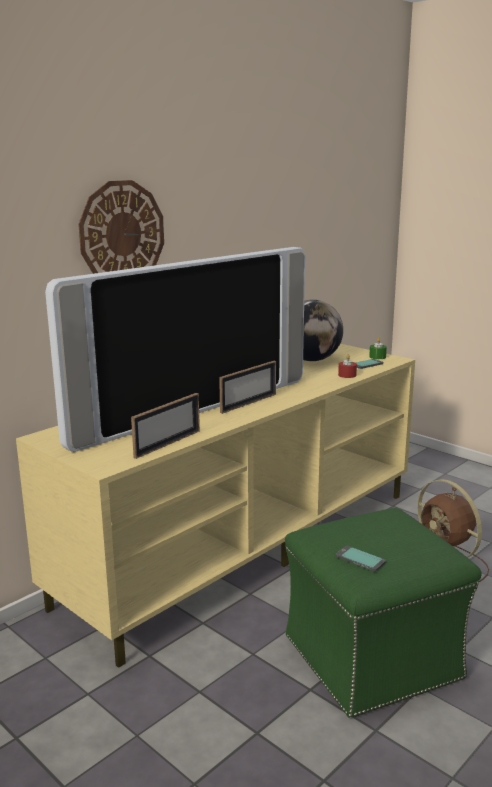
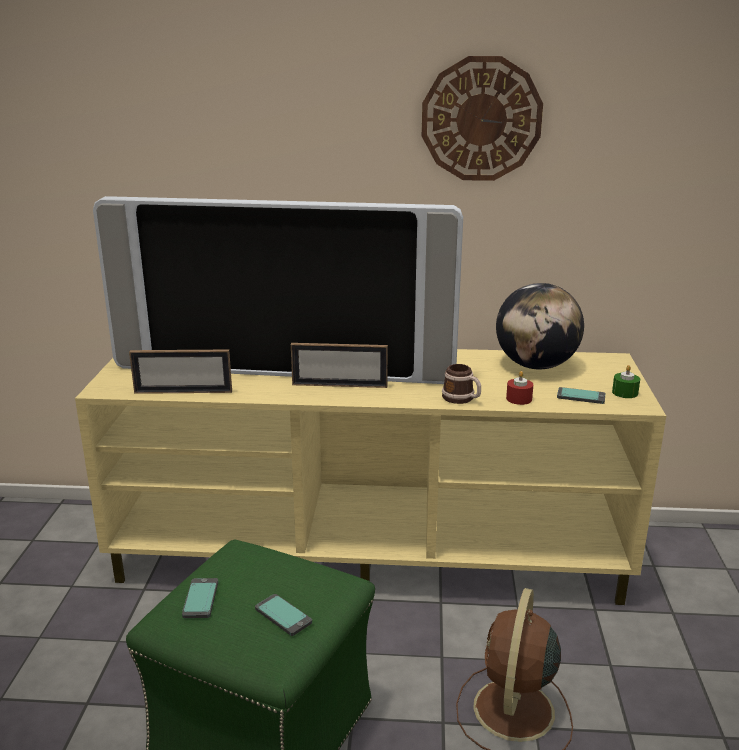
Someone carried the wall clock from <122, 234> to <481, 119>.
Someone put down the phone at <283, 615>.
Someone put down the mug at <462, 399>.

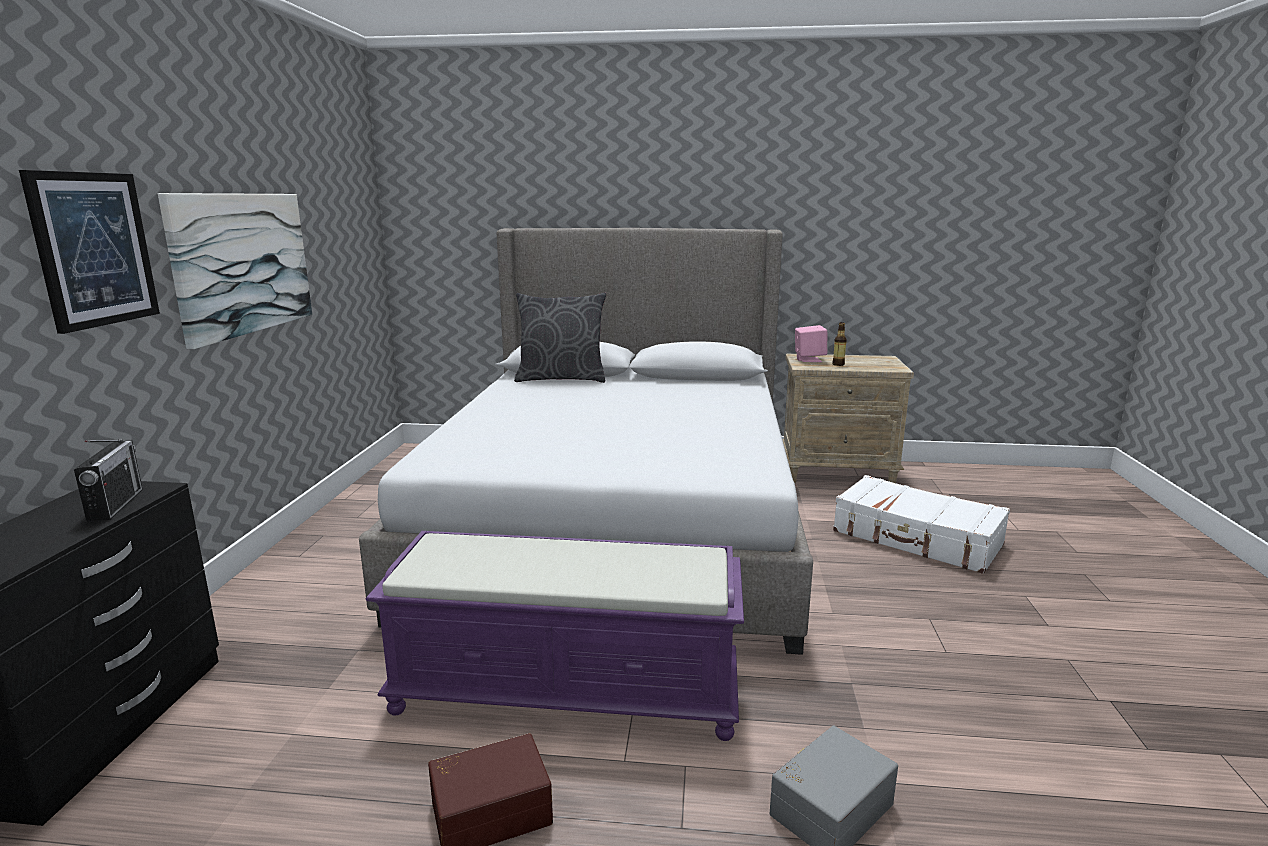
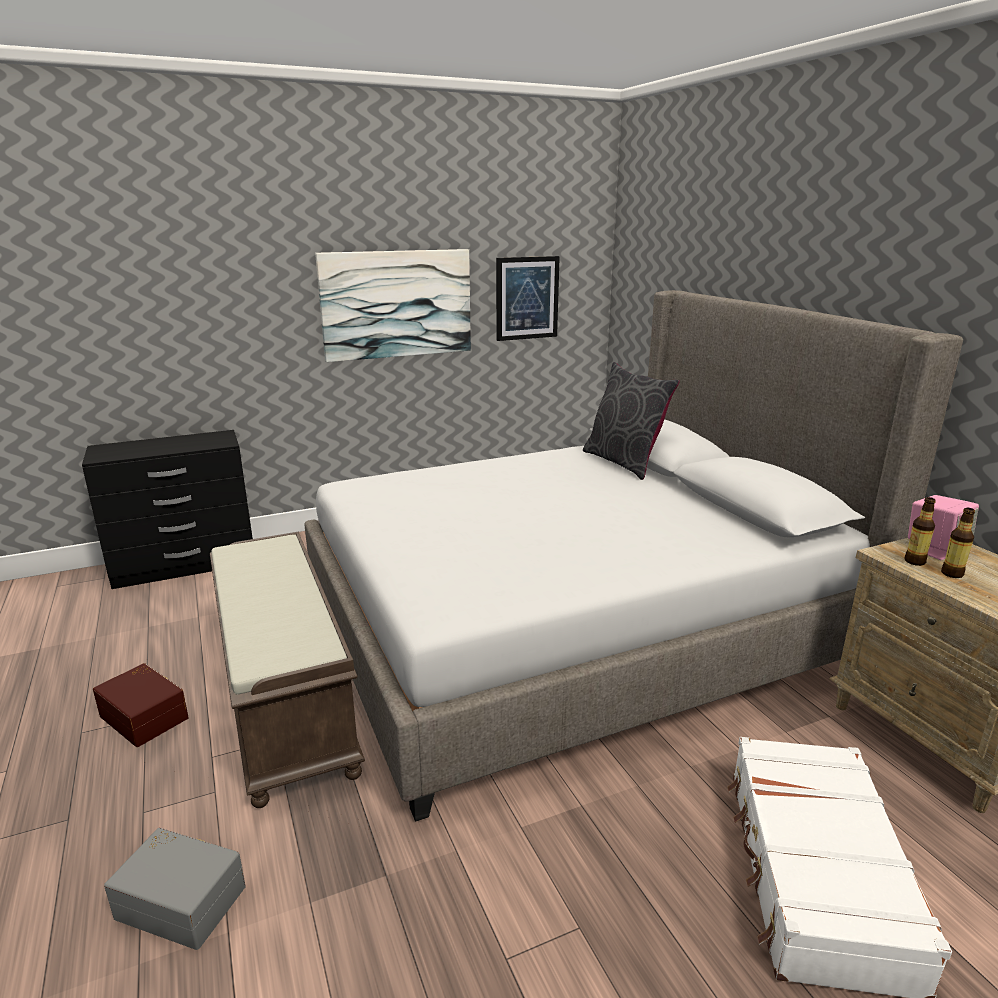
Someone carried the picture from <93, 249> to <527, 298>.
Someone took away the radio at <116, 505>.
Someone repainted the purple bench at <569, 690>, which became the brown bench at <287, 699>.
Someone put down the bottle at <914, 561>.

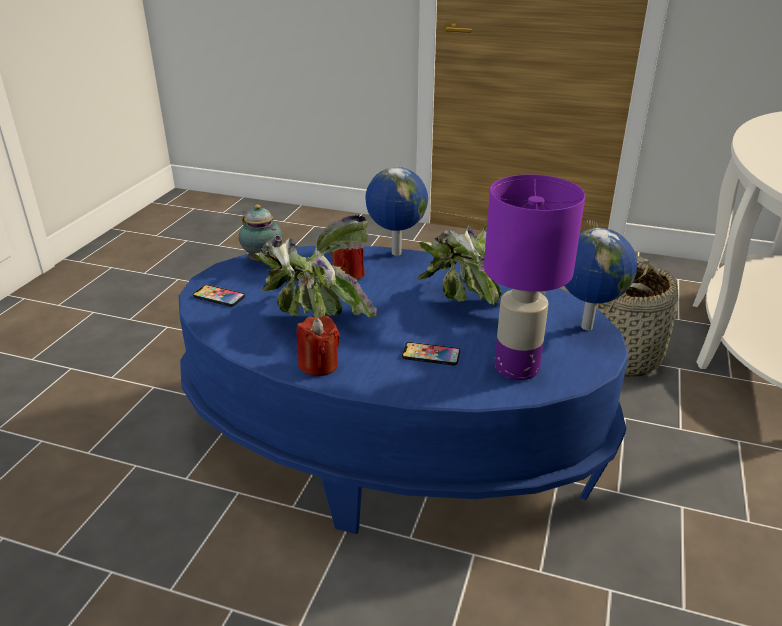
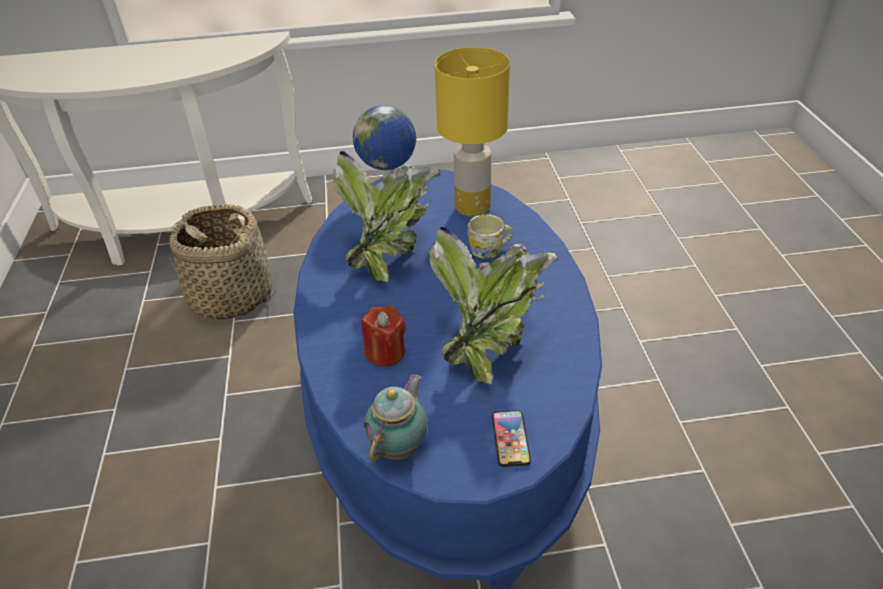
Someone took away the red candle at <319, 365>.
Someone took away the globe at <395, 253>.
Someone swapped the phone at <431, 355> for the mug at <490, 249>.
Someone repainted the purple table lamp at <517, 367>, which became the yellow table lamp at <471, 206>.

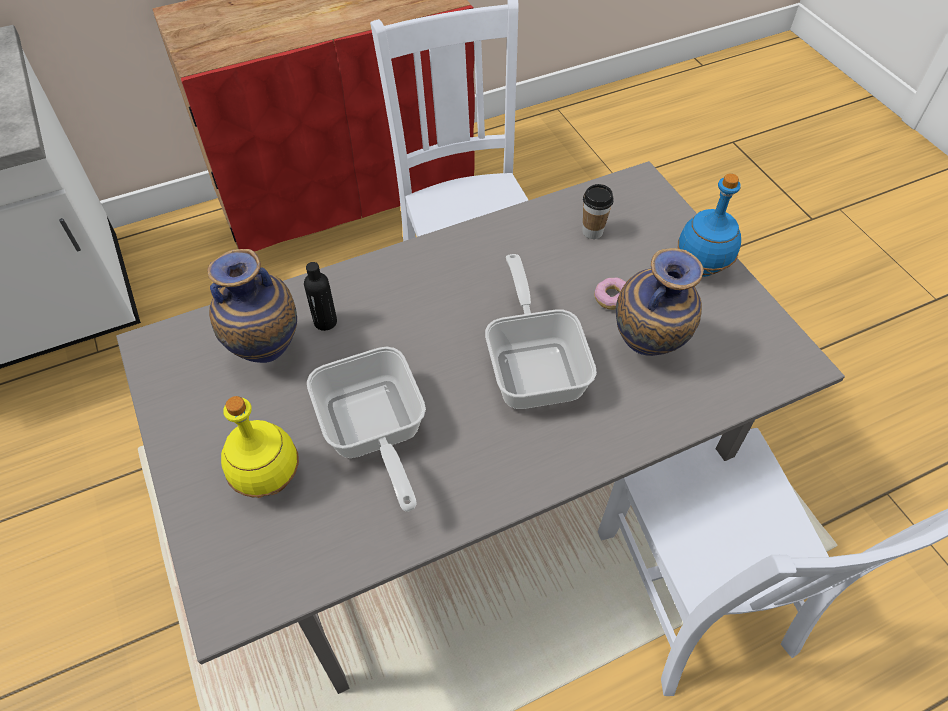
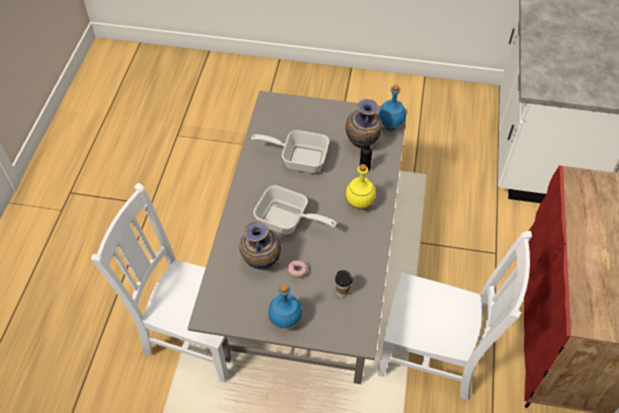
Someone carried the yellow bottle from <267, 479> to <359, 204>.
Someone put down the blue bottle at <391, 126>.

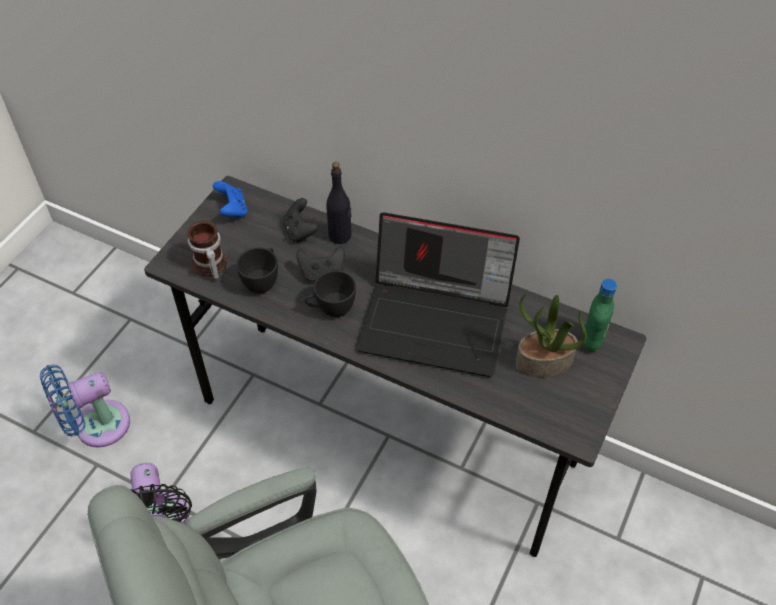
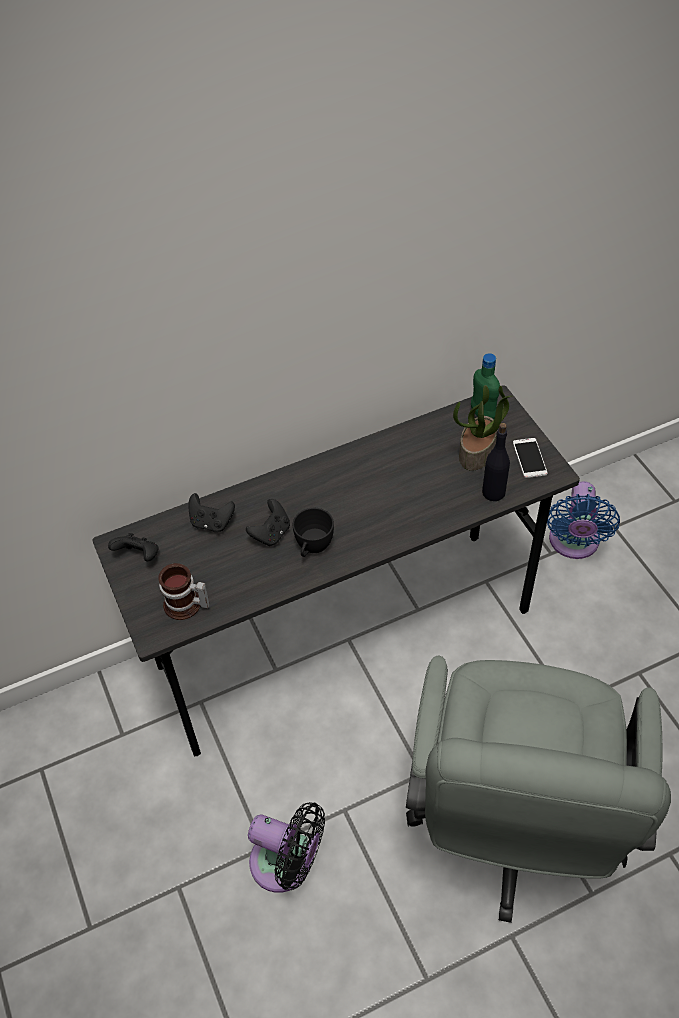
Someone carried the blue fan from <96, 426> to <573, 543>.
Someone repainted the blue game controller at <232, 210>, which became the black game controller at <139, 556>.
Someone took away the black cup at <263, 281>.
Someone carried the black bottle from <340, 236> to <494, 492>.
Someone took away the laptop at <437, 321>.
Someone put down the phone at <529, 458>.

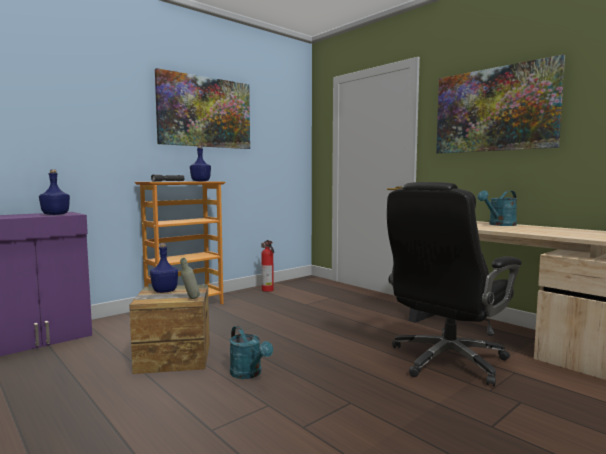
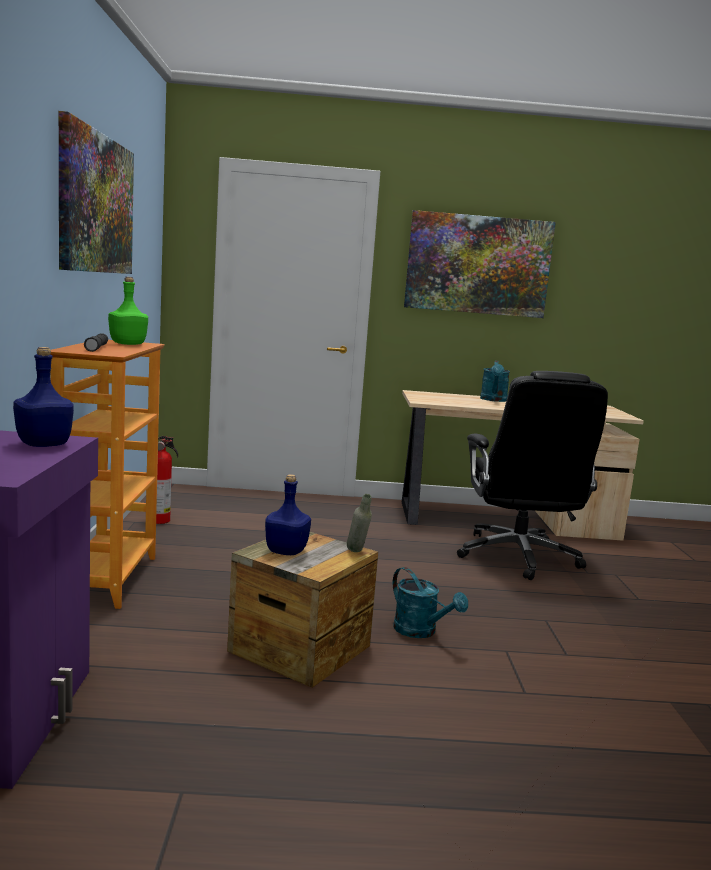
Someone repainted the blue bottle at <200, 181>, which became the green bottle at <127, 344>.
Someone rotated the turquoise watering can at <249, 374> by 45 degrees clockwise.

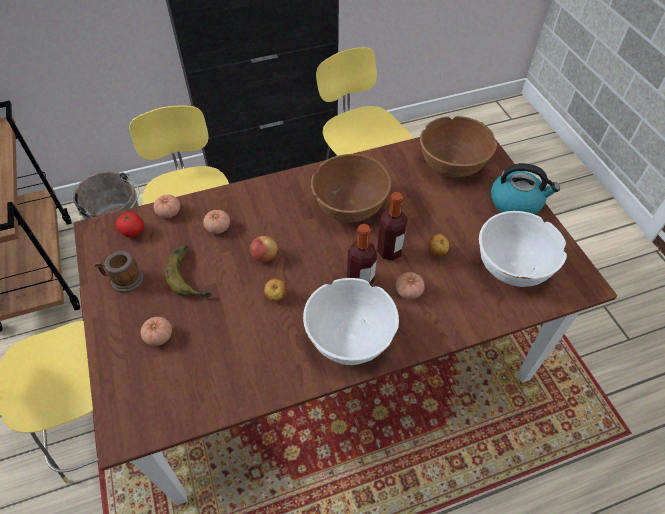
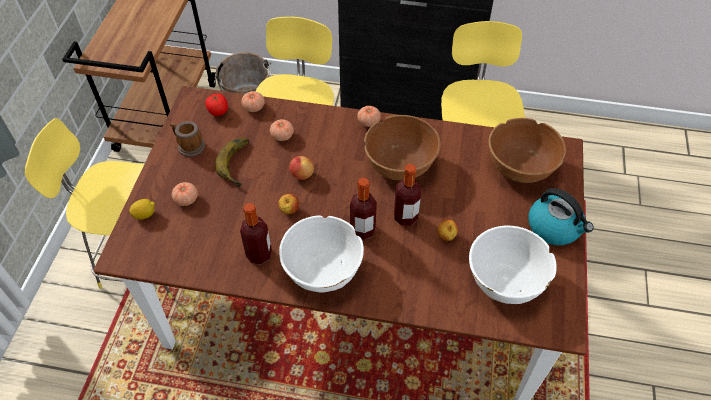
Someone carried the tomato from <408, 291> to <368, 122>.
Someone put down the lemon at <145, 214>.
Someone put down the bottle at <259, 254>.

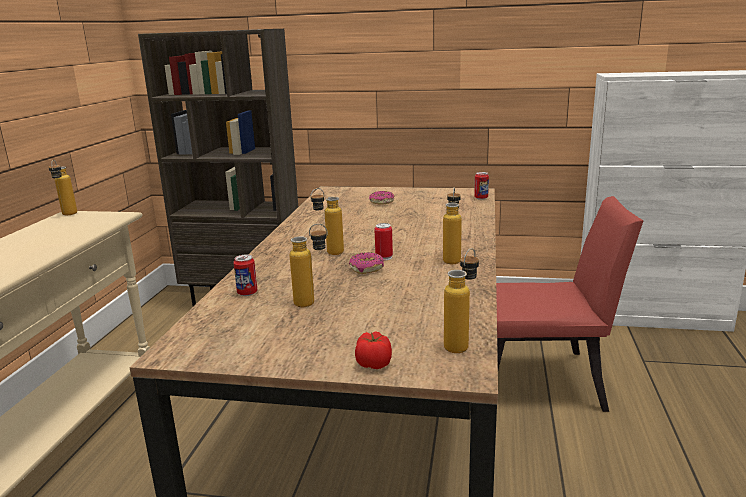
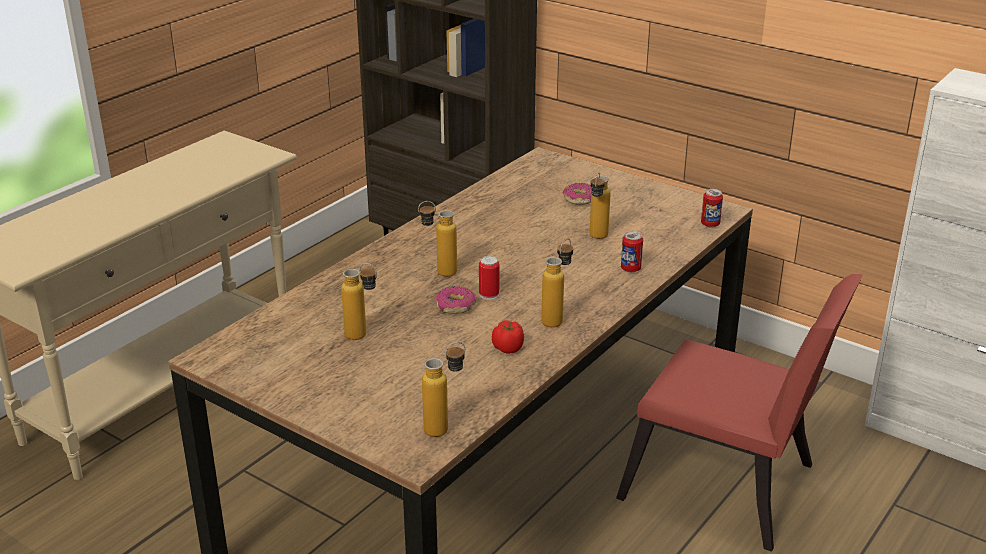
Someone carried the bottle from <67, 215> to <596, 238>.
Someone carried the can from <247, 293> to <630, 269>.
Someone carried the tomato from <374, 363> to <508, 348>.

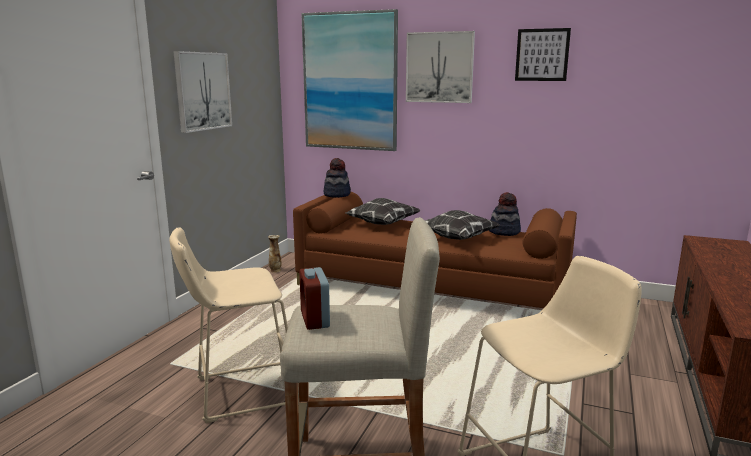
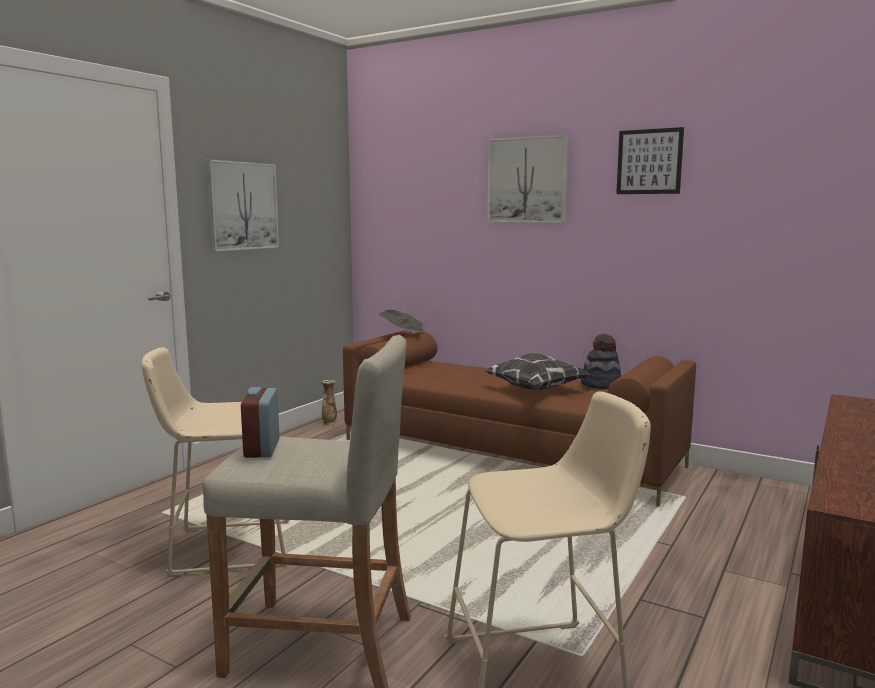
Someone took away the picture at <350, 82>.
Someone swapped the hat at <337, 194> for the newspaper at <404, 333>.
Someone took away the pillow at <382, 224>.

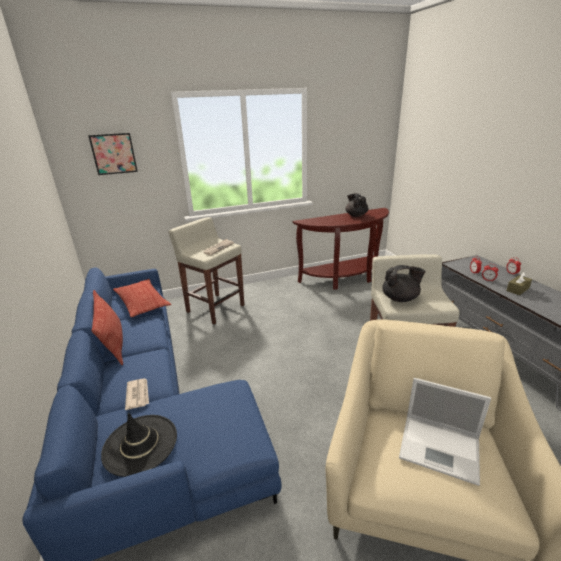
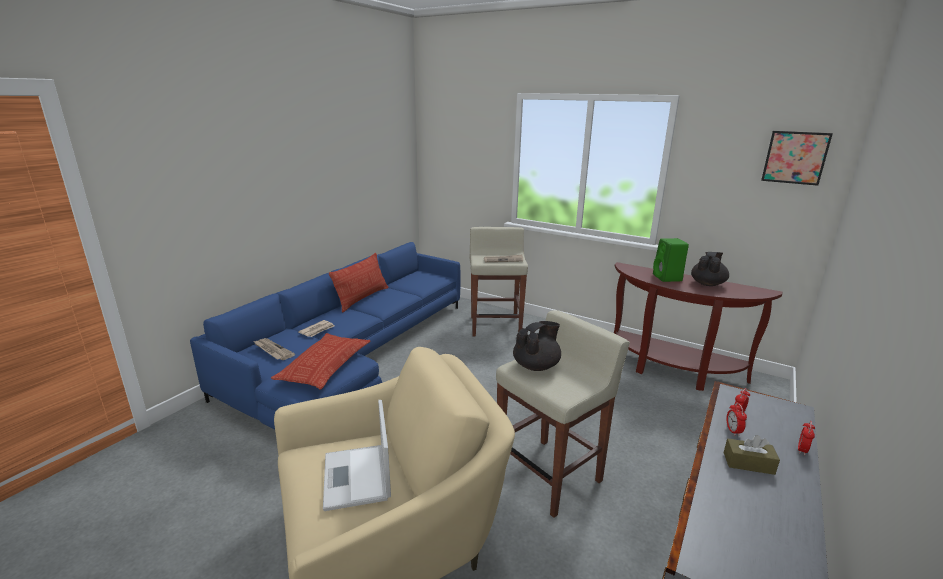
Someone carried the picture from <114, 154> to <795, 157>.
Someone swapped the black hat at <140, 444> for the newspaper at <272, 350>.
Someone carried the pillow from <142, 301> to <325, 365>.
Someone rotated the black teapot at <400, 299> by 90 degrees counterclockwise.
Someone put down the green speaker at <667, 278>.

